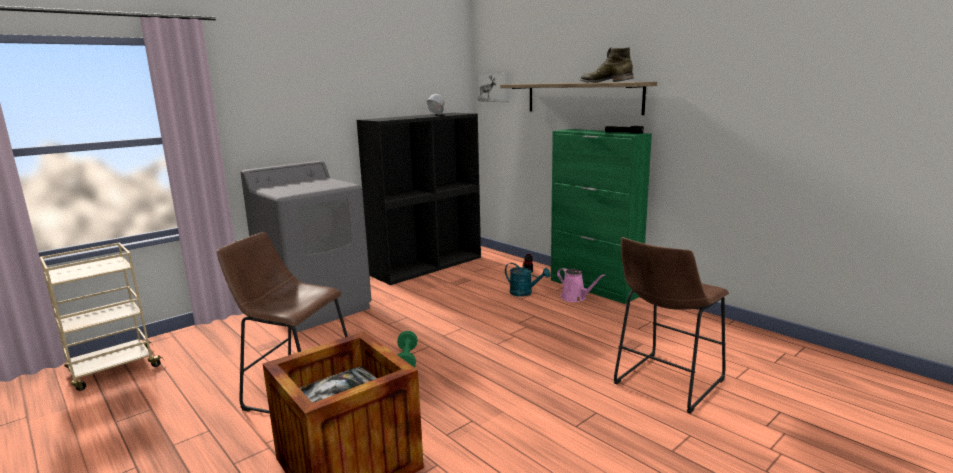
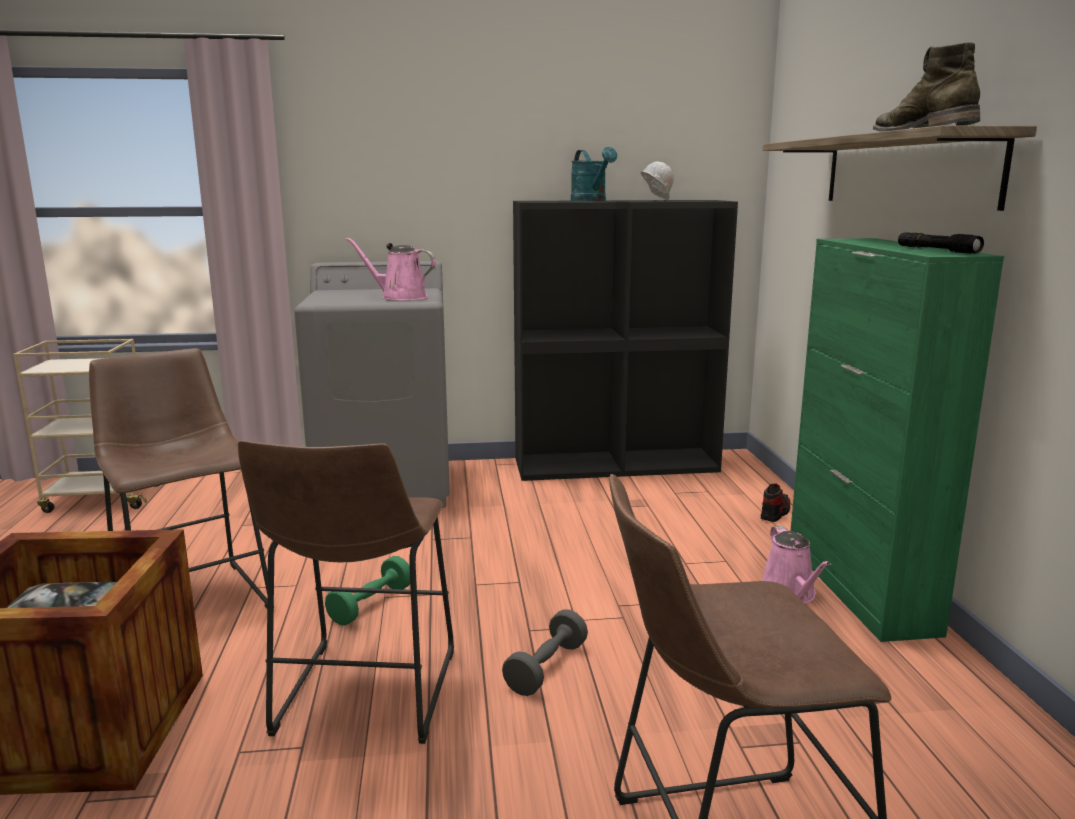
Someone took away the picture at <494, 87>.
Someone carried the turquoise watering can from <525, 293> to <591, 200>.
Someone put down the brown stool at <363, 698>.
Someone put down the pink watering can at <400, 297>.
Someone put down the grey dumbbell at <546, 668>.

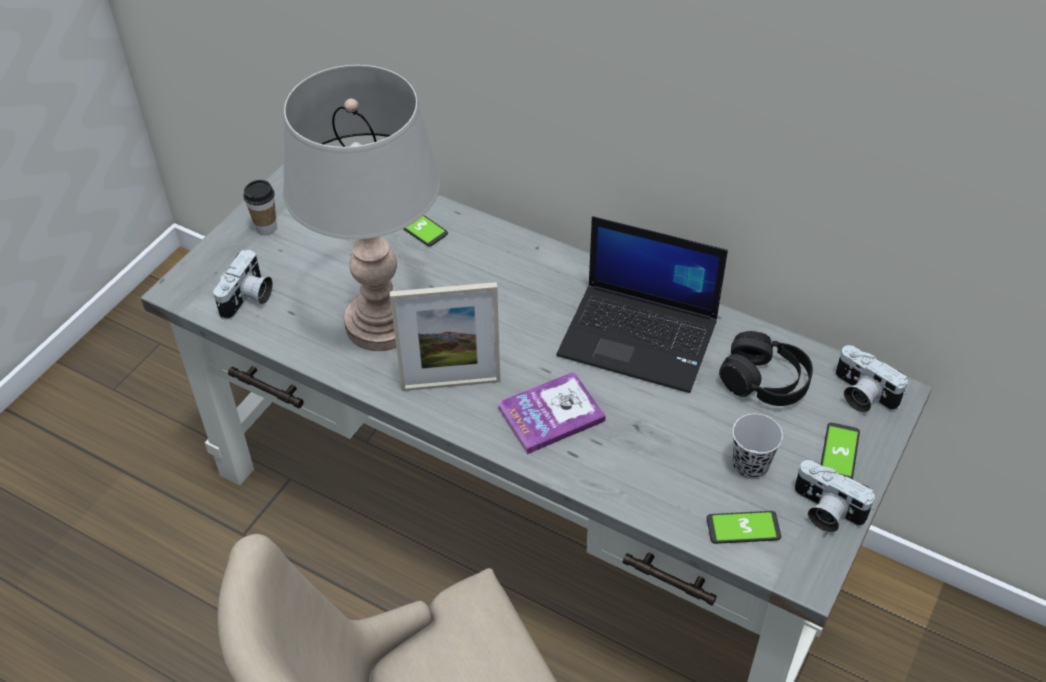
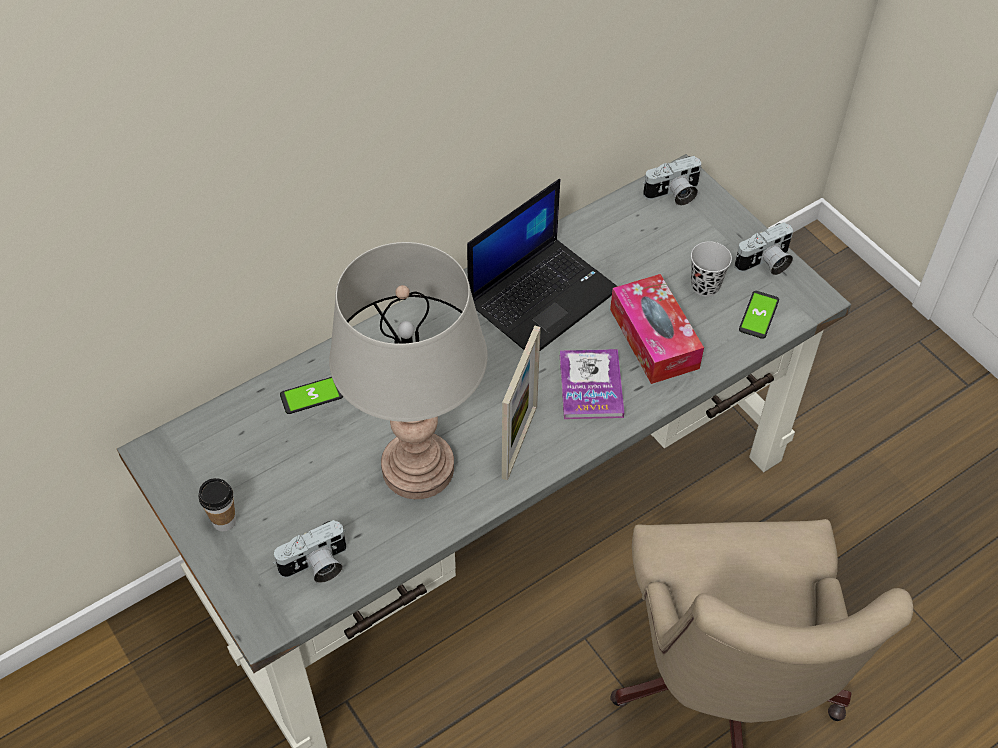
Someone rotated the photo camera at <248, 299> by 105 degrees clockwise.
Someone took away the black headphones at <765, 381>.
Someone took away the phone at <839, 452>.
Someone put down the tissue box at <654, 338>.

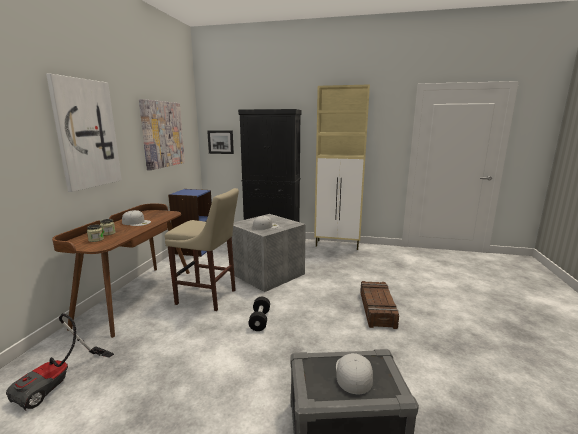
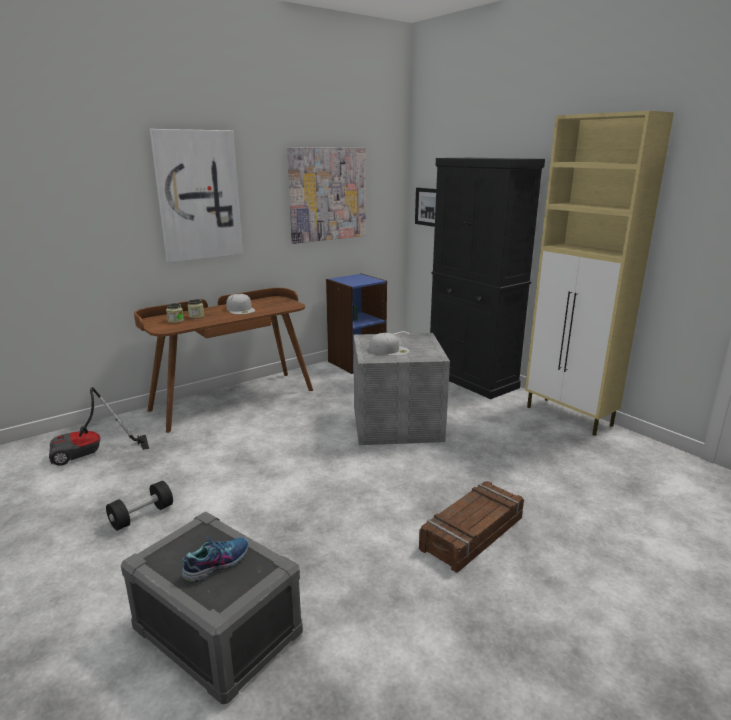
Someone took away the beige stool at <209, 297>.
Someone carried the black dumbbell from <260, 320> to <142, 516>.
Someone swapped the white cap at <353, 373> for the shoe at <217, 563>.

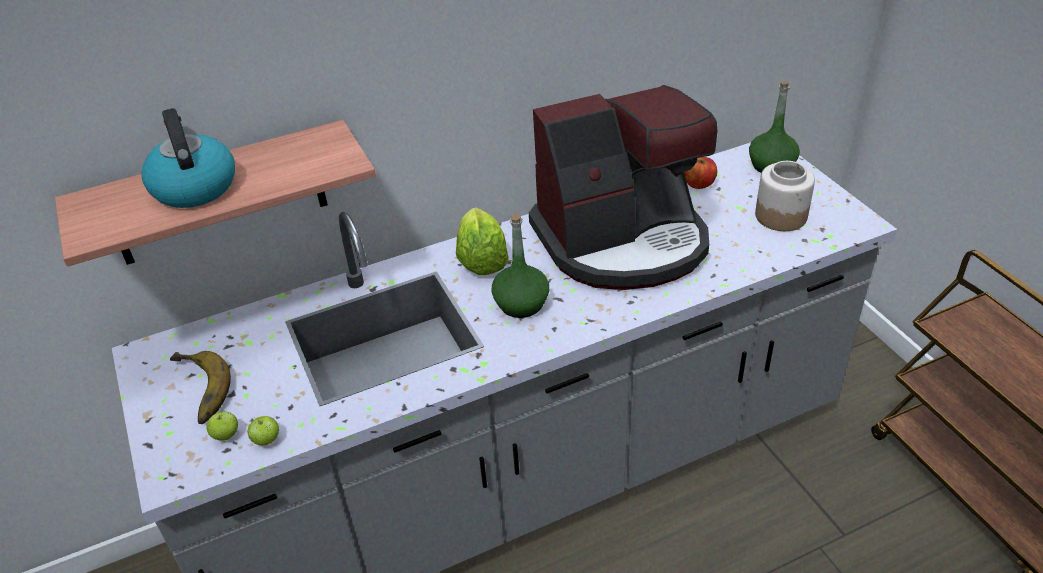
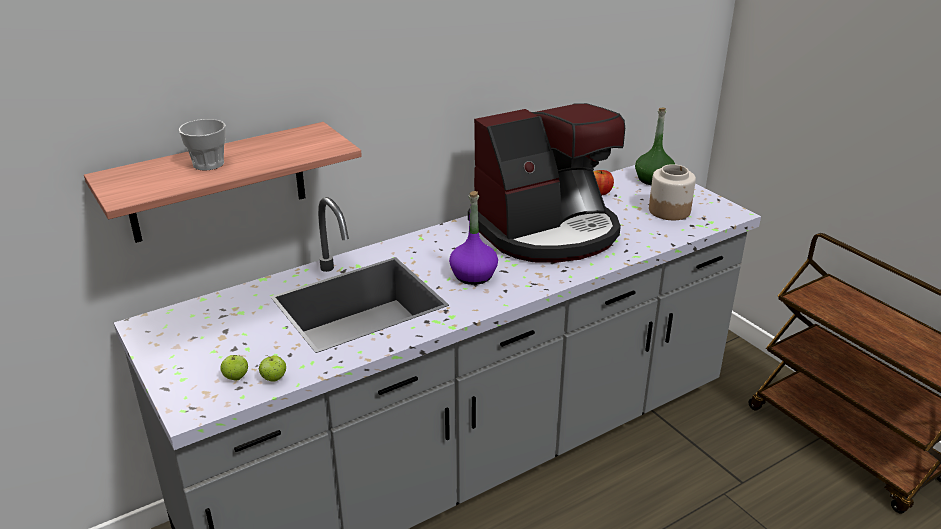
Someone swapped the kettle at <194, 186> for the cup at <208, 164>.
Someone took away the banana at <195, 391>.
Someone took away the lettuce at <481, 259>.
Someone repainted the green bottle at <521, 304>, which became the purple bottle at <473, 275>.

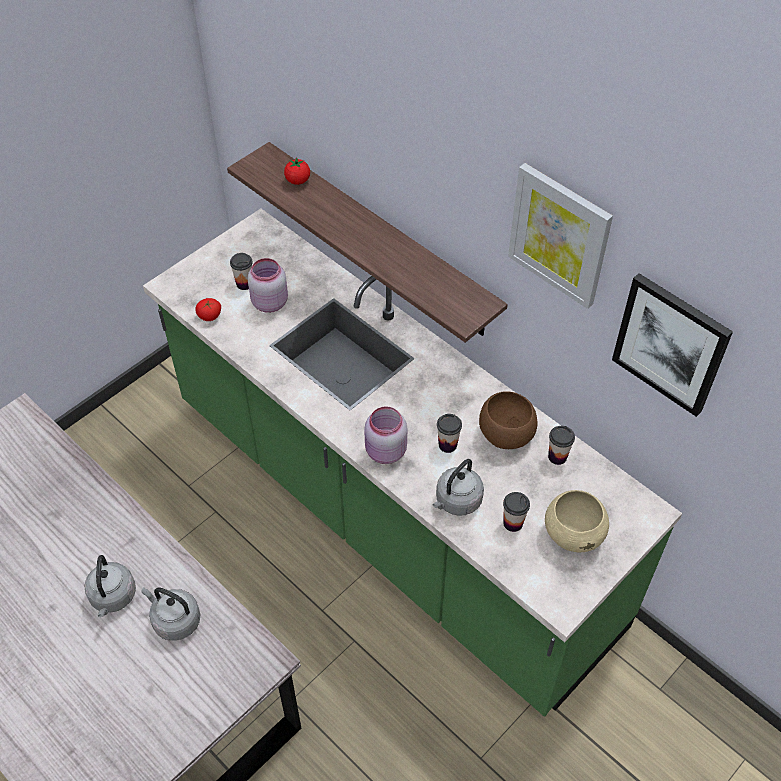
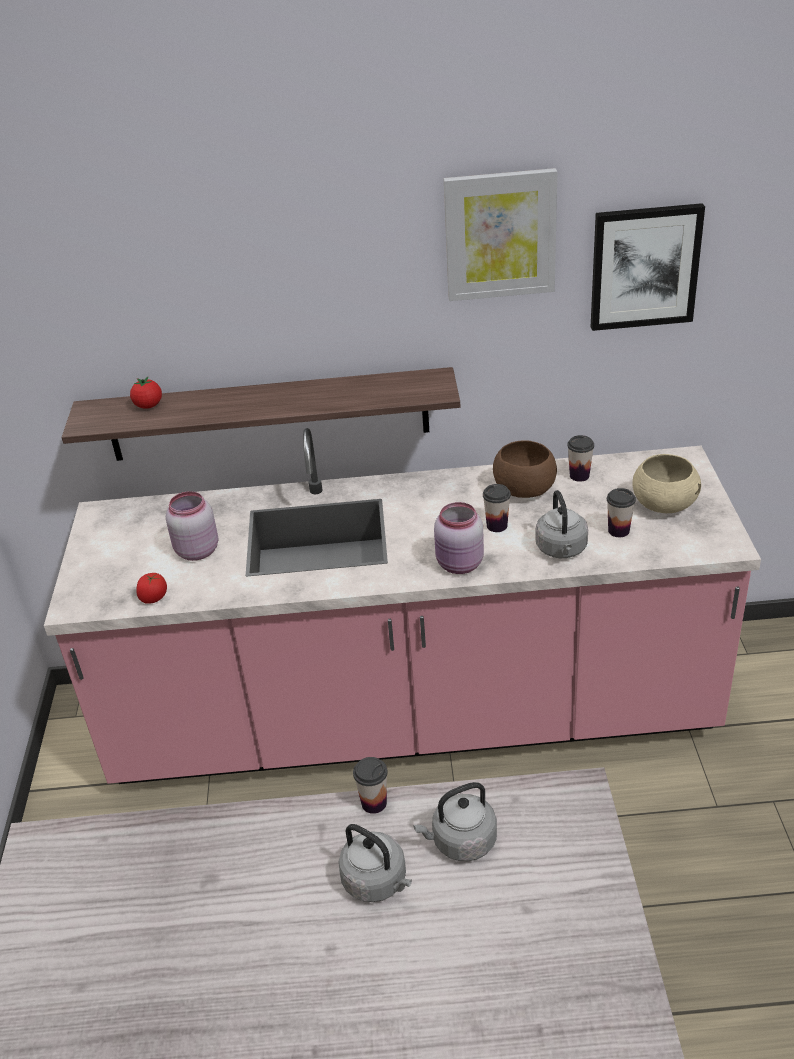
Someone repainted the green counter at <390, 514>, which became the pink counter at <412, 717>.
Someone carried the cup from <244, 284> to <374, 803>.

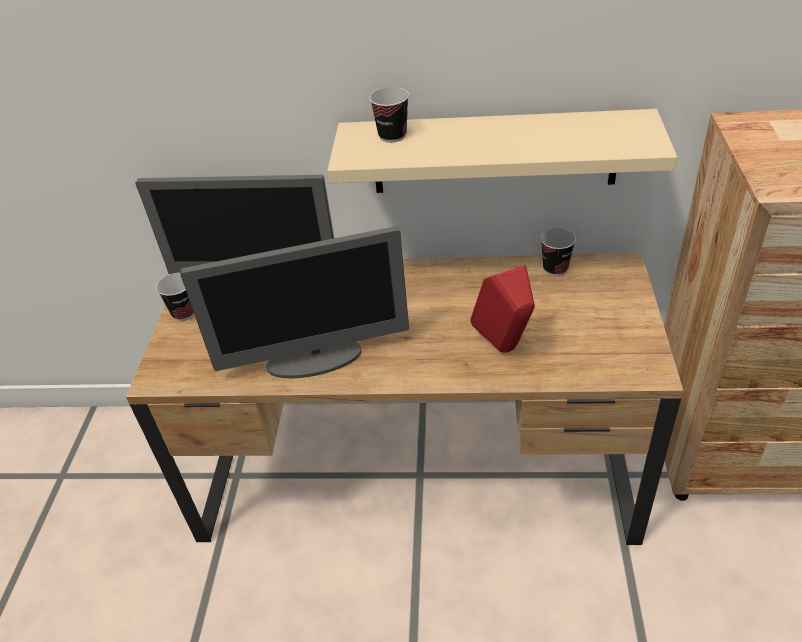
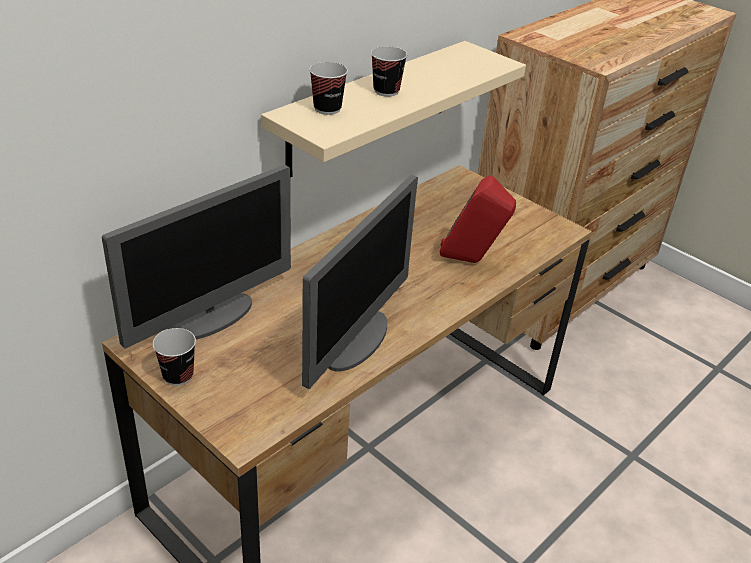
Someone carried the cup from <555, 268> to <386, 91>.

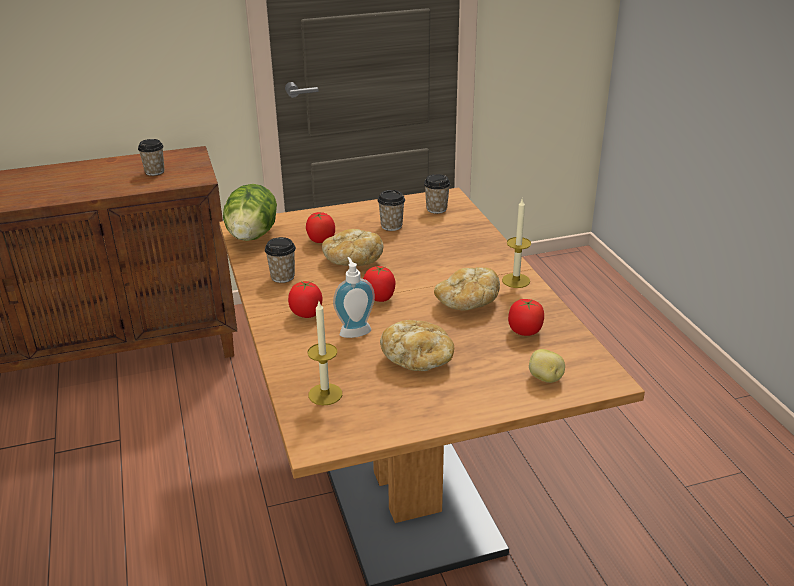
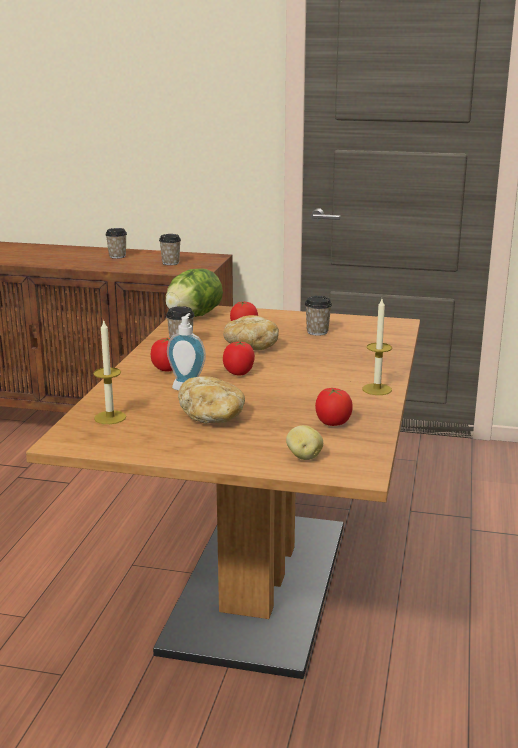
Someone carried the cup from <436, 209> to <117, 256>.
Someone took away the bread at <467, 303>.

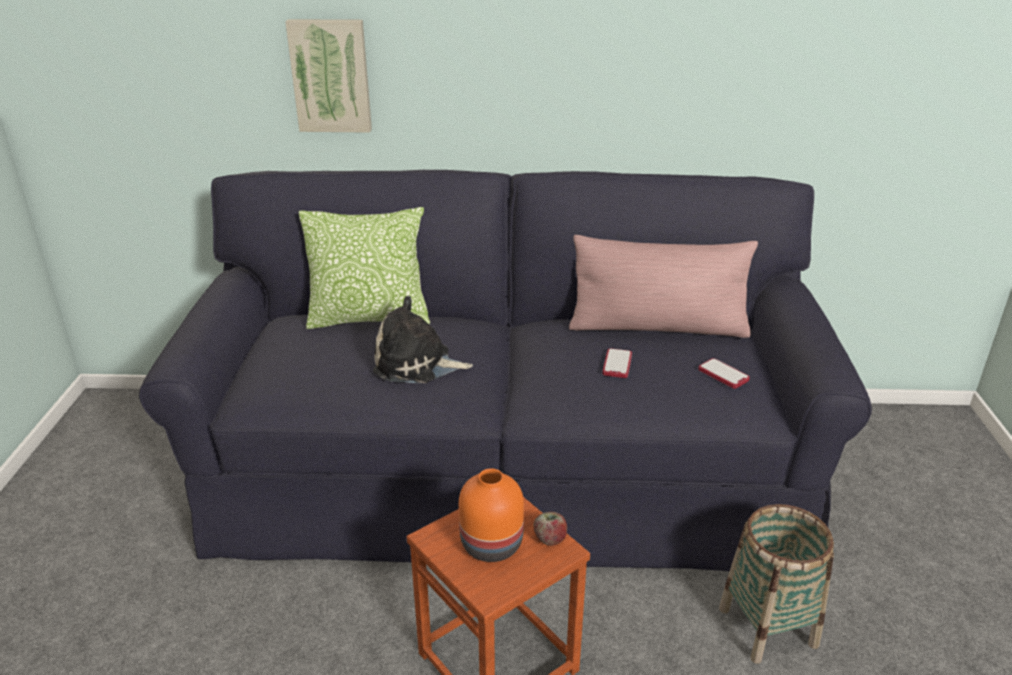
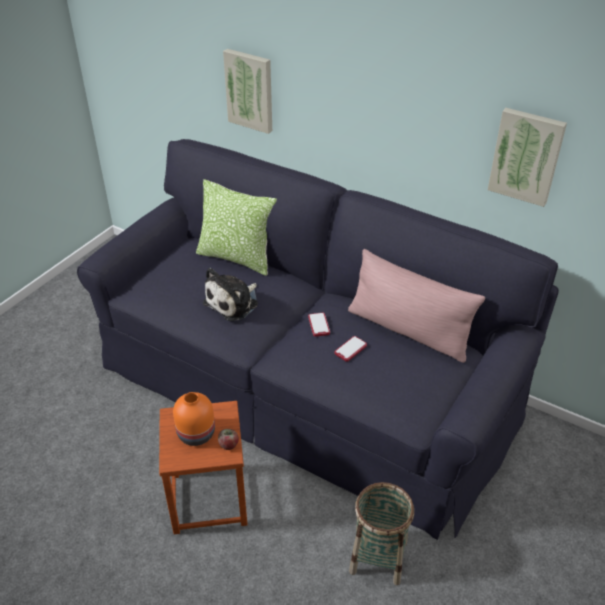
Someone rotated the plush toy at <417, 364> by 90 degrees counterclockwise.
Someone carried the phone from <723, 375> to <319, 325>.
Someone put up the picture at <526, 156>.

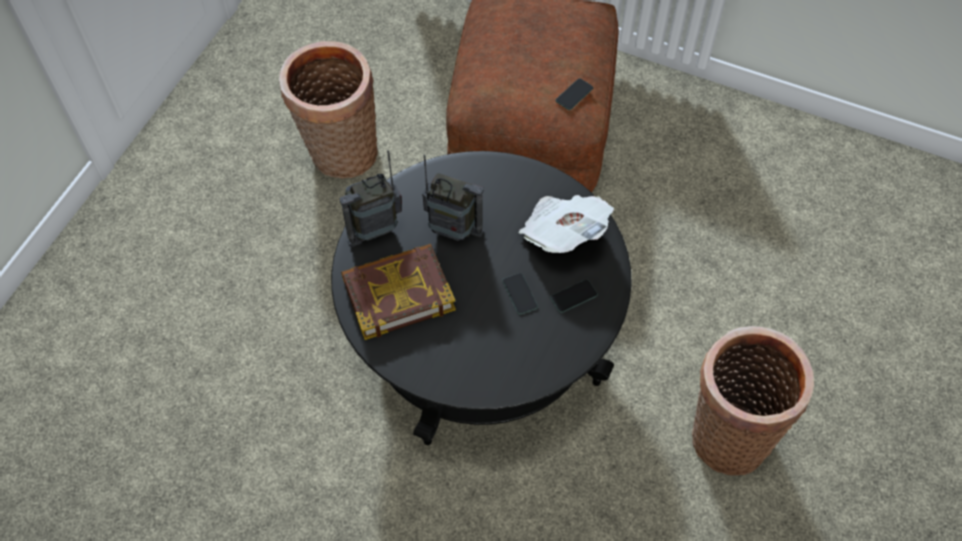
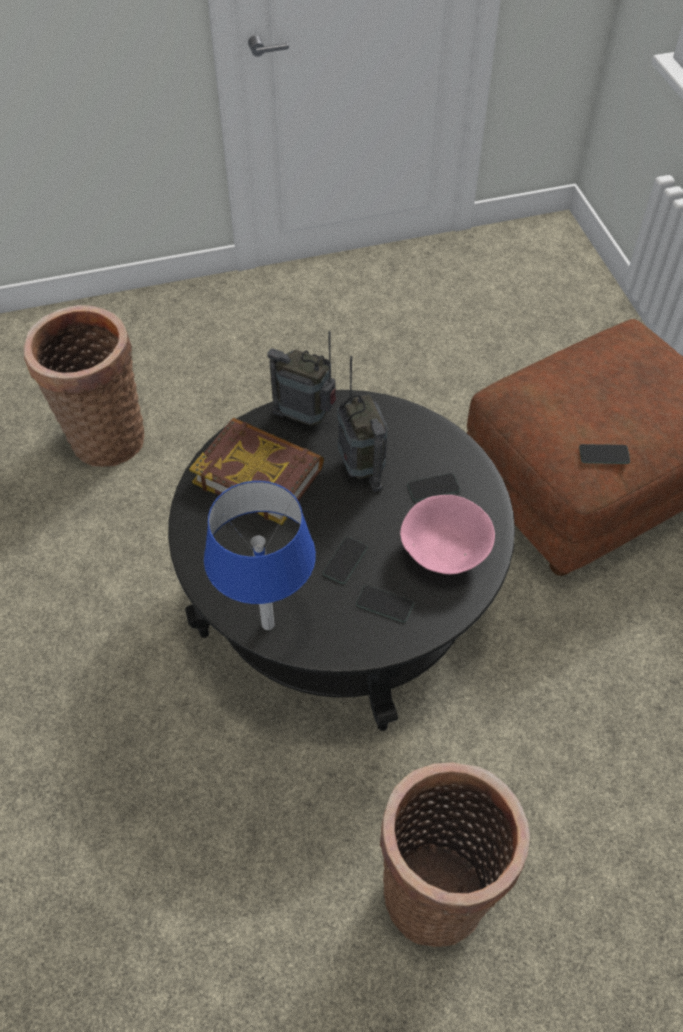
Someone carried the basket from <339, 154> to <103, 436>.
Someone swapped the newspaper at <563, 233> for the pink bowl at <444, 550>.
Someone put down the blue table lamp at <268, 624>.
Someone put down the phone at <433, 488>.

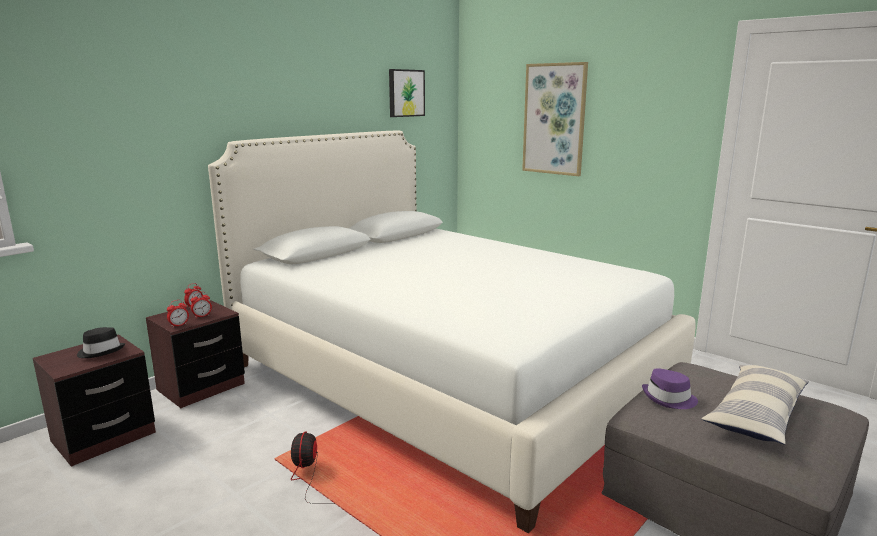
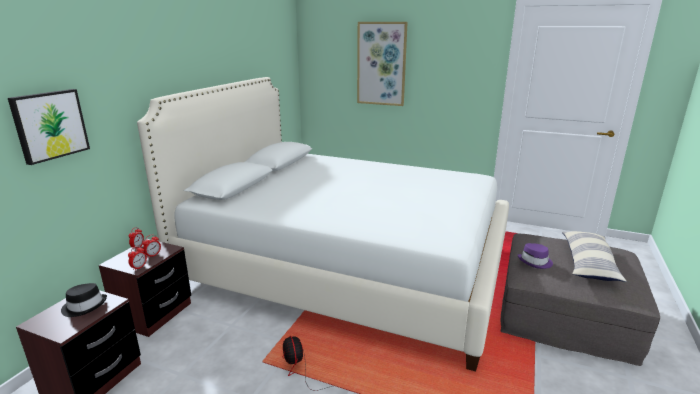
Someone carried the picture from <405, 93> to <49, 125>.

